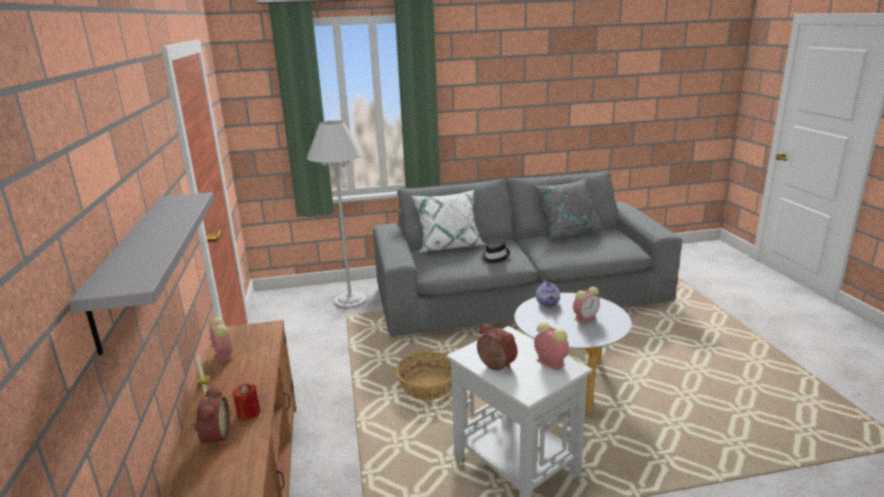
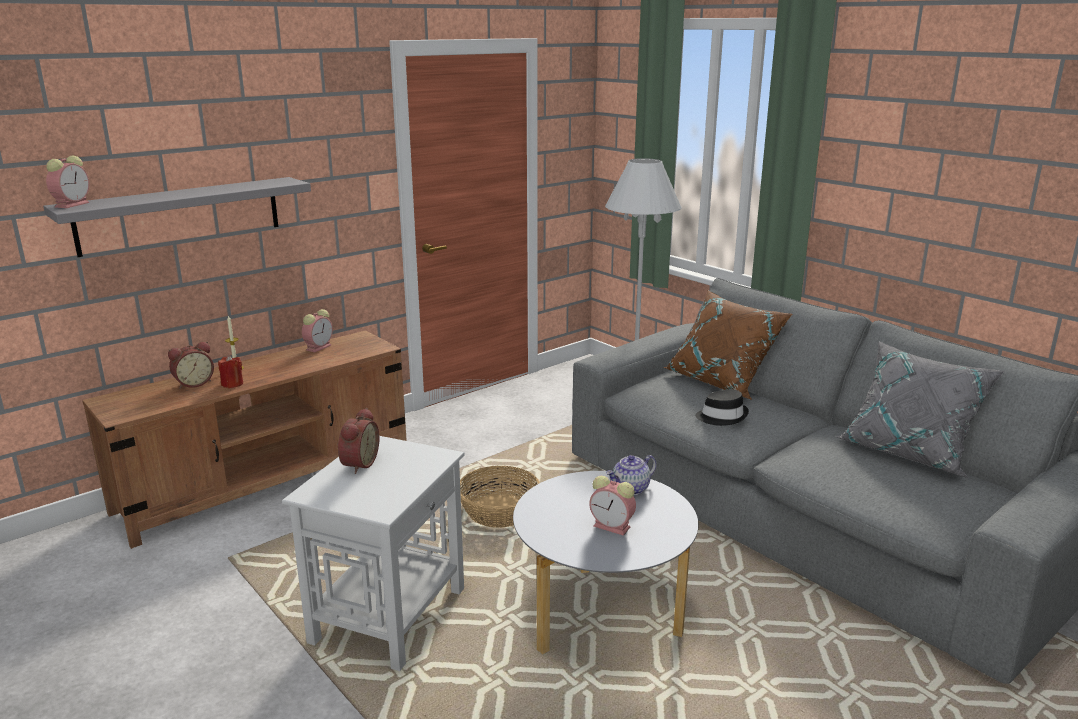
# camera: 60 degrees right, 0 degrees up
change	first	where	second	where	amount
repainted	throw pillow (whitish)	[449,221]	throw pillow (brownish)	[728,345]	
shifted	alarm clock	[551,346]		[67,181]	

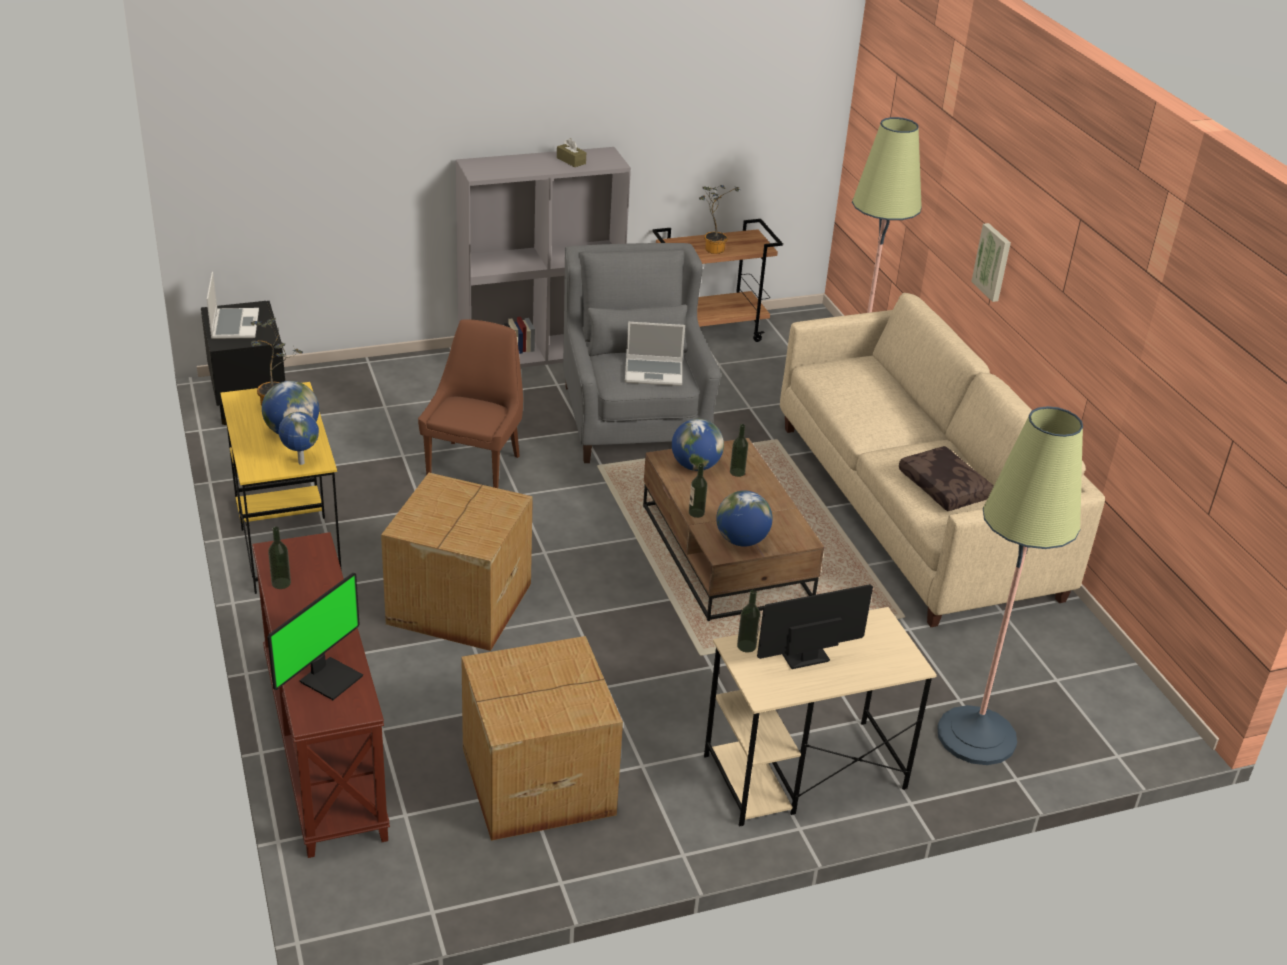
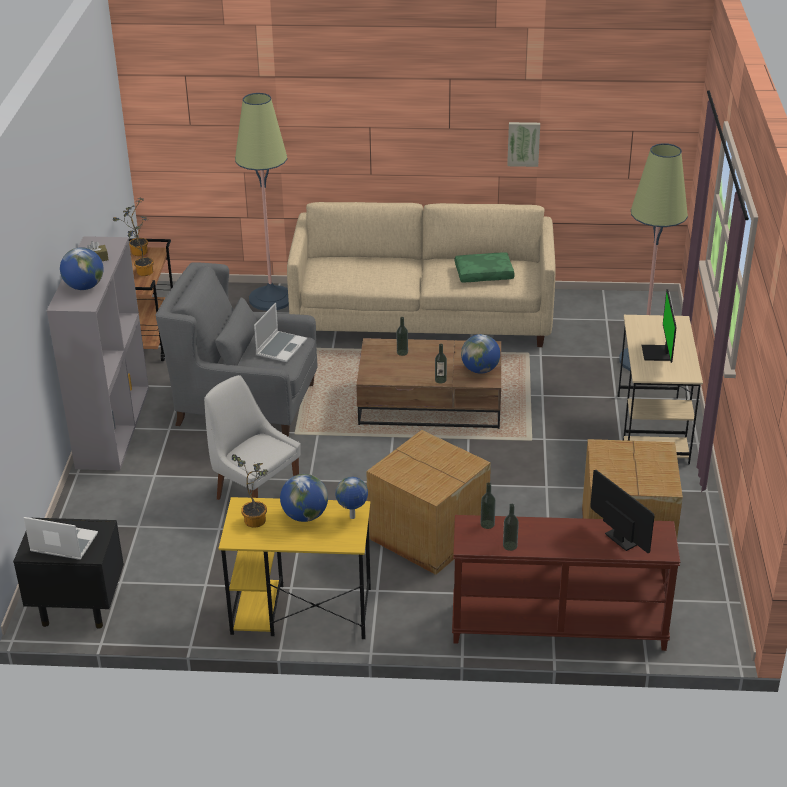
# camera: 65 degrees left, 0 degrees up
change	first	where	second	where	amount
repainted	plain chair (brownish)	[470,404]	plain chair (whitish)	[252,437]	
shifted	world globe	[698,445]		[81,268]	
shifted	beverage bottle	[749,621]		[488,505]	
repainted	throw pillow (brownish)	[946,478]	throw pillow (greenish)	[485,267]	
shifted	wall picture	[991,262]		[523,144]	
new			plant in a pot	[130,227]	

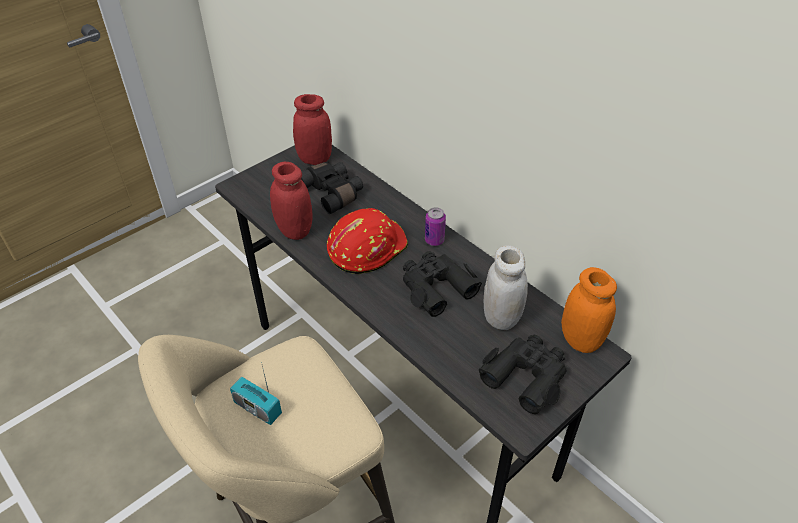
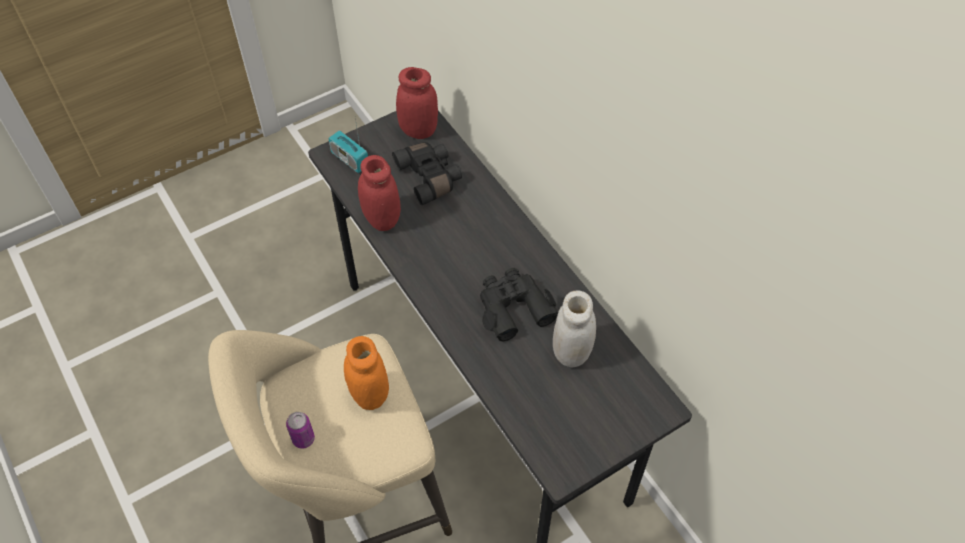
# camera: 10 degrees right, 10 degrees up
change	first	where	second	where	amount
shifted	radio set	[256,393]		[348,145]	
gone	work helmet (red-coloured)	[367,241]			
shifted	metal can	[435,226]		[300,430]	
gone	pair of binoculars (black-coloured)	[522,374]			
shifted	storage jar (orange)	[589,310]		[366,373]	

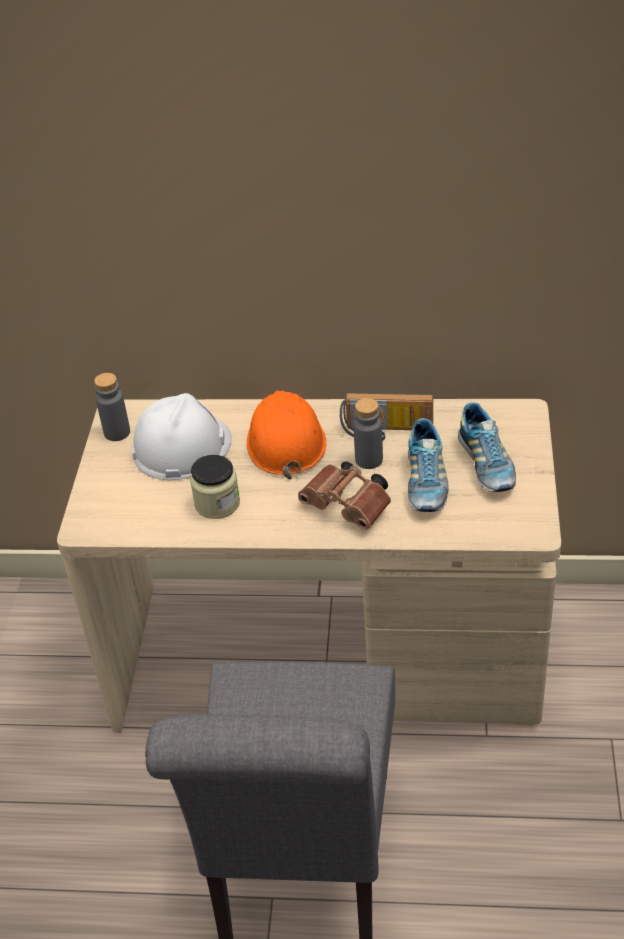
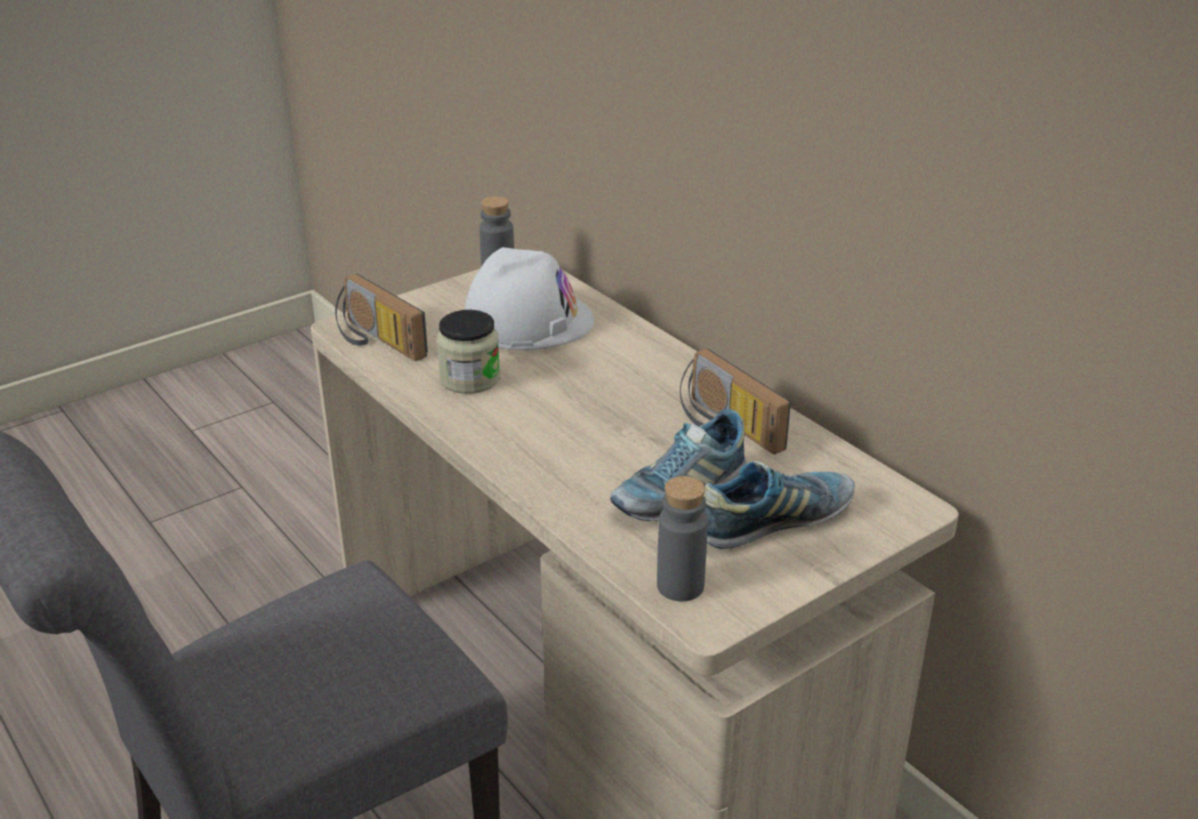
# camera: 45 degrees right, 10 degrees down
change	first	where	second	where	amount
gone	work helmet (orange)	[286,434]			
gone	pair of binoculars (brownish)	[344,495]			
shifted	beverage bottle (gray)	[368,433]		[682,539]	
rotated	low shoe	[487,447]		[779,505]	150 degrees counterclockwise
new			radio set	[381,317]	

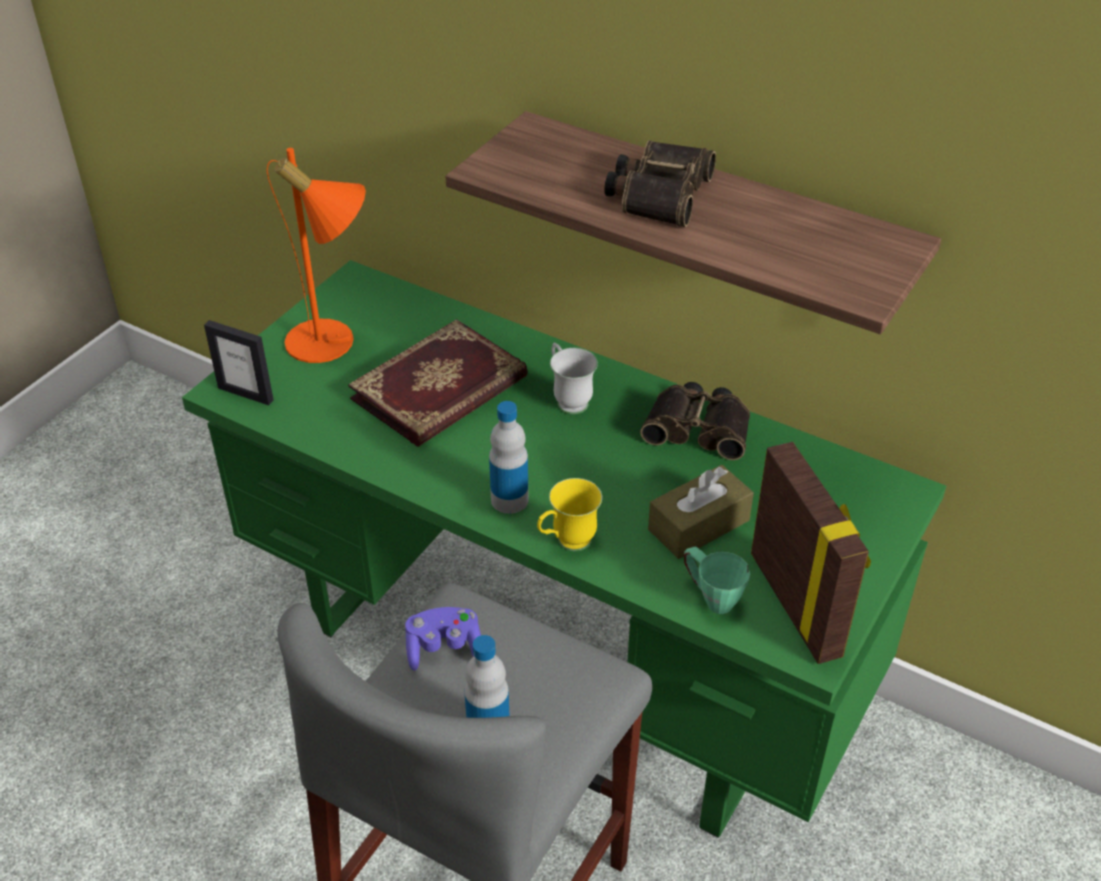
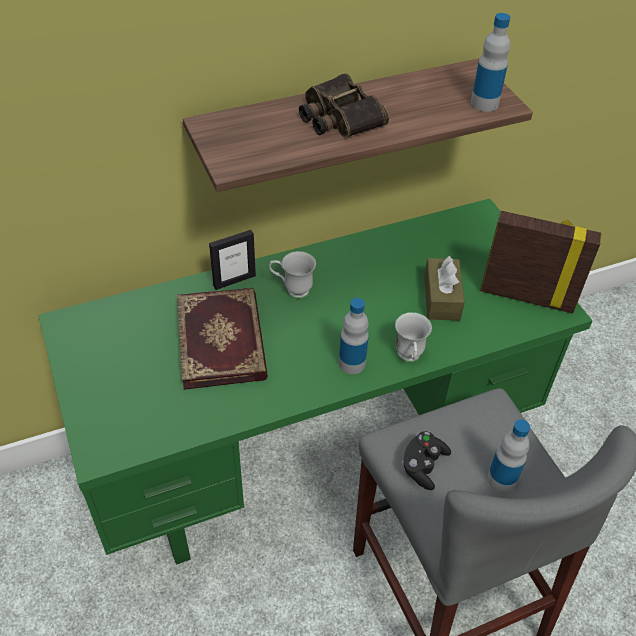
# camera: 55 degrees left, 5 degrees up
change	first	where	second	where	amount
shifted	photo frame	[239,362]		[232,260]	
gone	lamp for a table (orange)	[316,255]			
repainted	joypad (purple)	[443,639]	joypad (black-coloured)	[426,460]	
repainted	coffee mug (yellowish)	[569,514]	coffee mug (whitish)	[413,337]	
gone	pair of binoculars	[695,421]			
gone	coffee mug (greenish)	[717,580]			
new			beverage bottle	[490,62]	

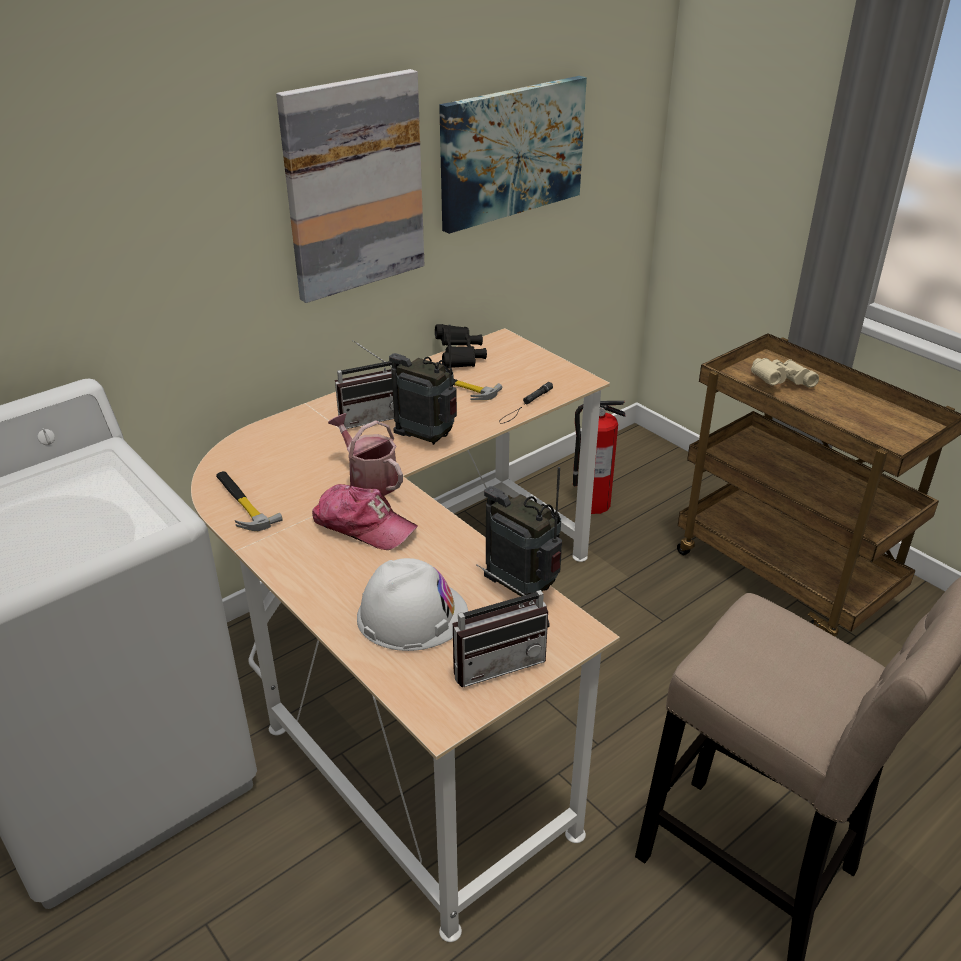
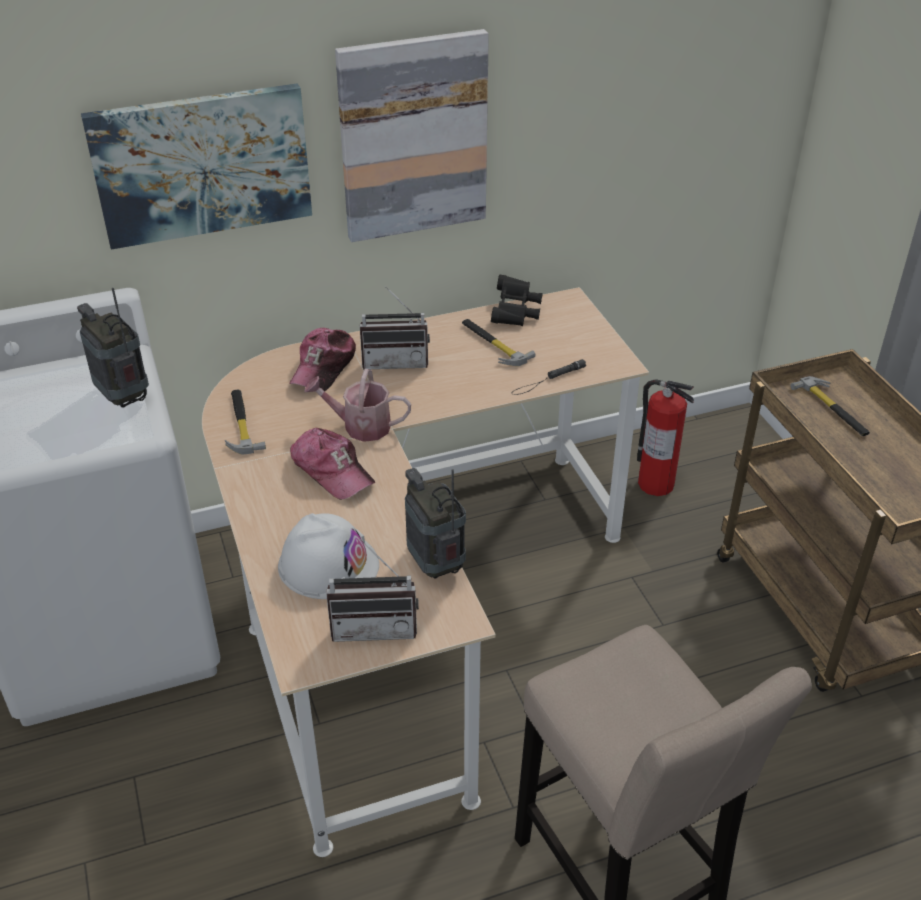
# camera: 20 degrees right, 5 degrees up
change	first	where	second	where	amount
rotated	watering can	[365,454]		[358,405]	60 degrees counterclockwise
shifted	radio set	[423,384]		[113,348]	
shifted	wall picture	[513,155]		[196,166]	
swapped	pair of binoculars (beige-coloured)	[785,373]	tool hammer	[830,406]	
new			peaked cap	[322,359]	

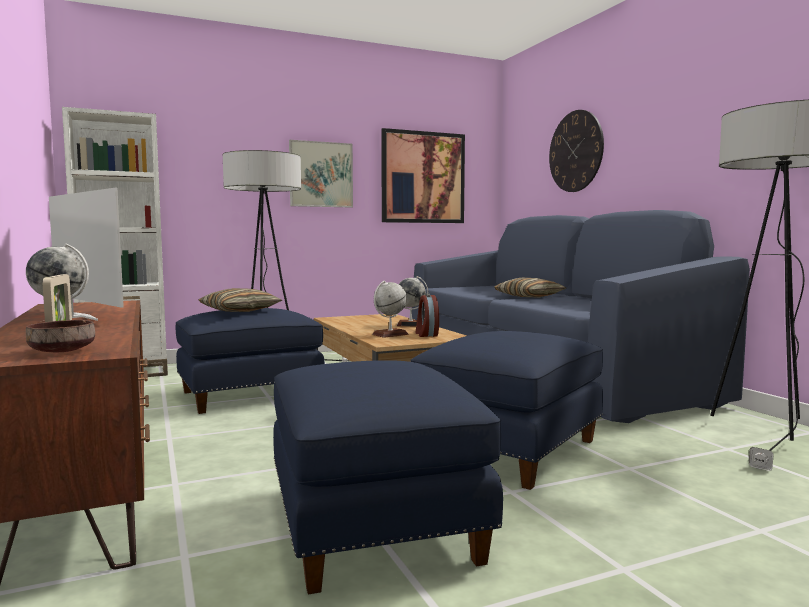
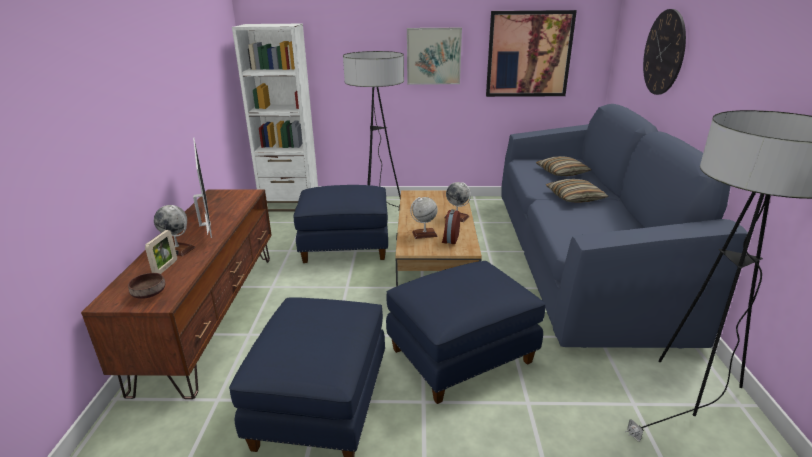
# camera: 25 degrees right, 20 degrees up
change	first	where	second	where	amount
shifted	throw pillow	[240,300]		[563,166]	

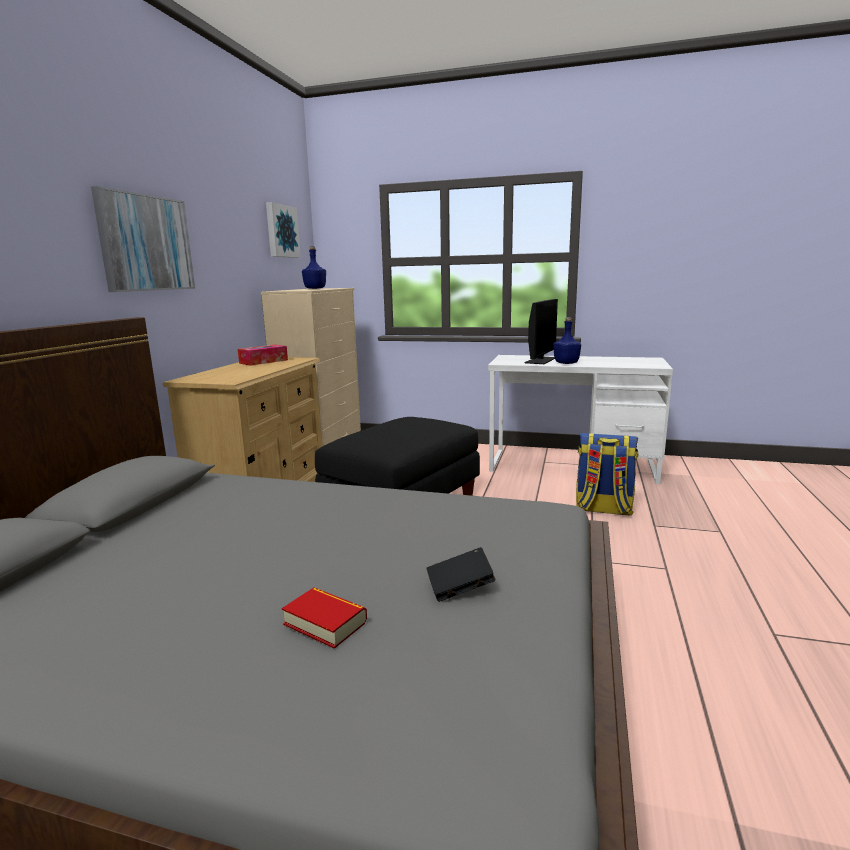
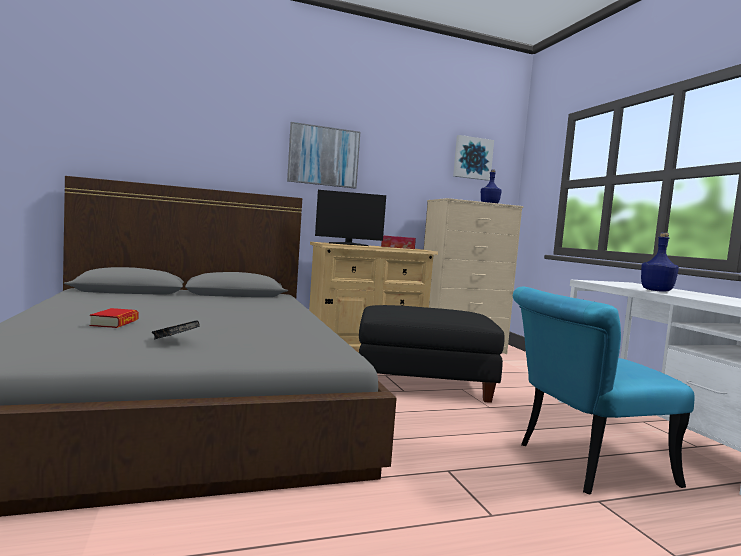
# camera: 55 degrees right, 10 degrees down
change	first	where	second	where	amount
shifted	monitor	[541,331]		[350,218]	
swapped	backpack	[607,474]	plain chair (turquoise-coloured)	[604,390]	

